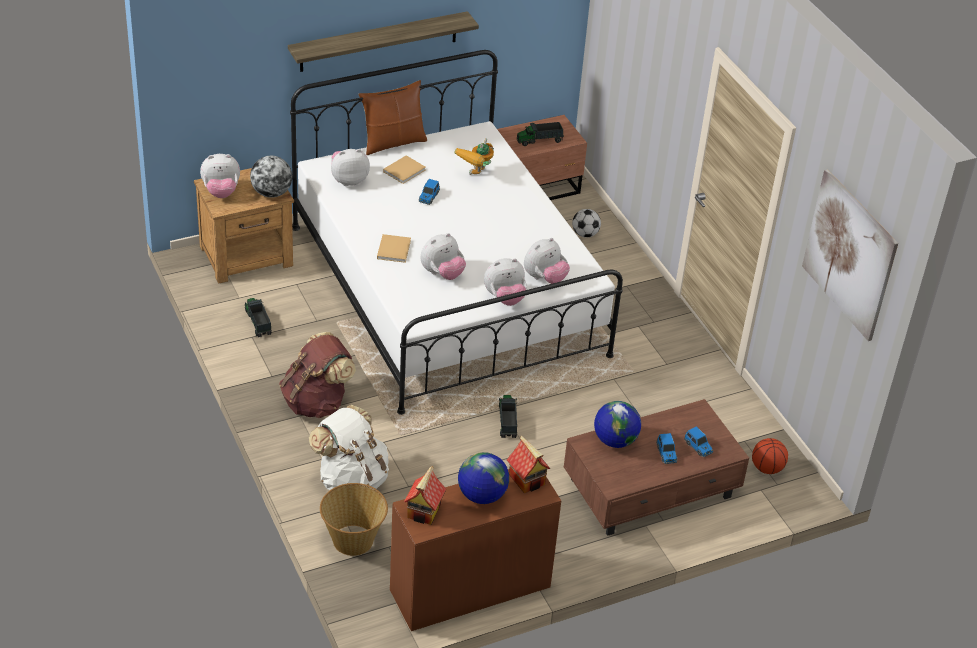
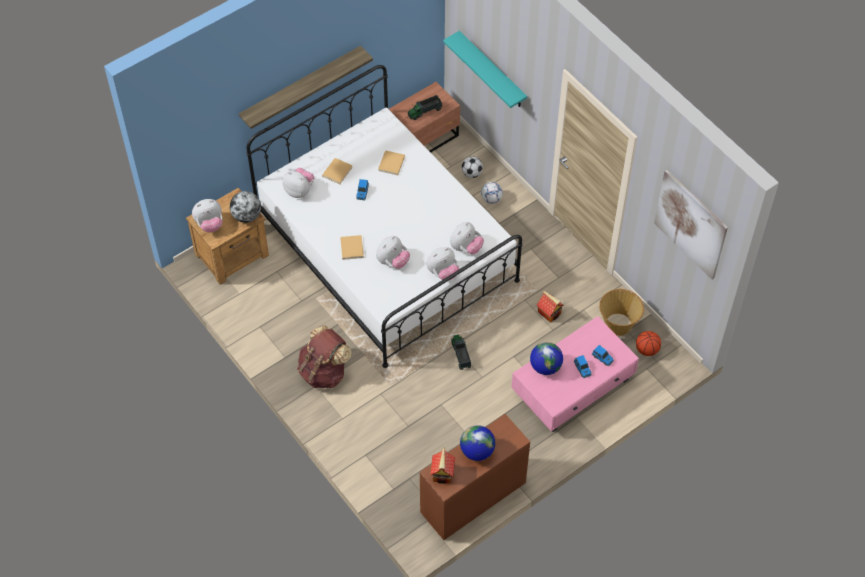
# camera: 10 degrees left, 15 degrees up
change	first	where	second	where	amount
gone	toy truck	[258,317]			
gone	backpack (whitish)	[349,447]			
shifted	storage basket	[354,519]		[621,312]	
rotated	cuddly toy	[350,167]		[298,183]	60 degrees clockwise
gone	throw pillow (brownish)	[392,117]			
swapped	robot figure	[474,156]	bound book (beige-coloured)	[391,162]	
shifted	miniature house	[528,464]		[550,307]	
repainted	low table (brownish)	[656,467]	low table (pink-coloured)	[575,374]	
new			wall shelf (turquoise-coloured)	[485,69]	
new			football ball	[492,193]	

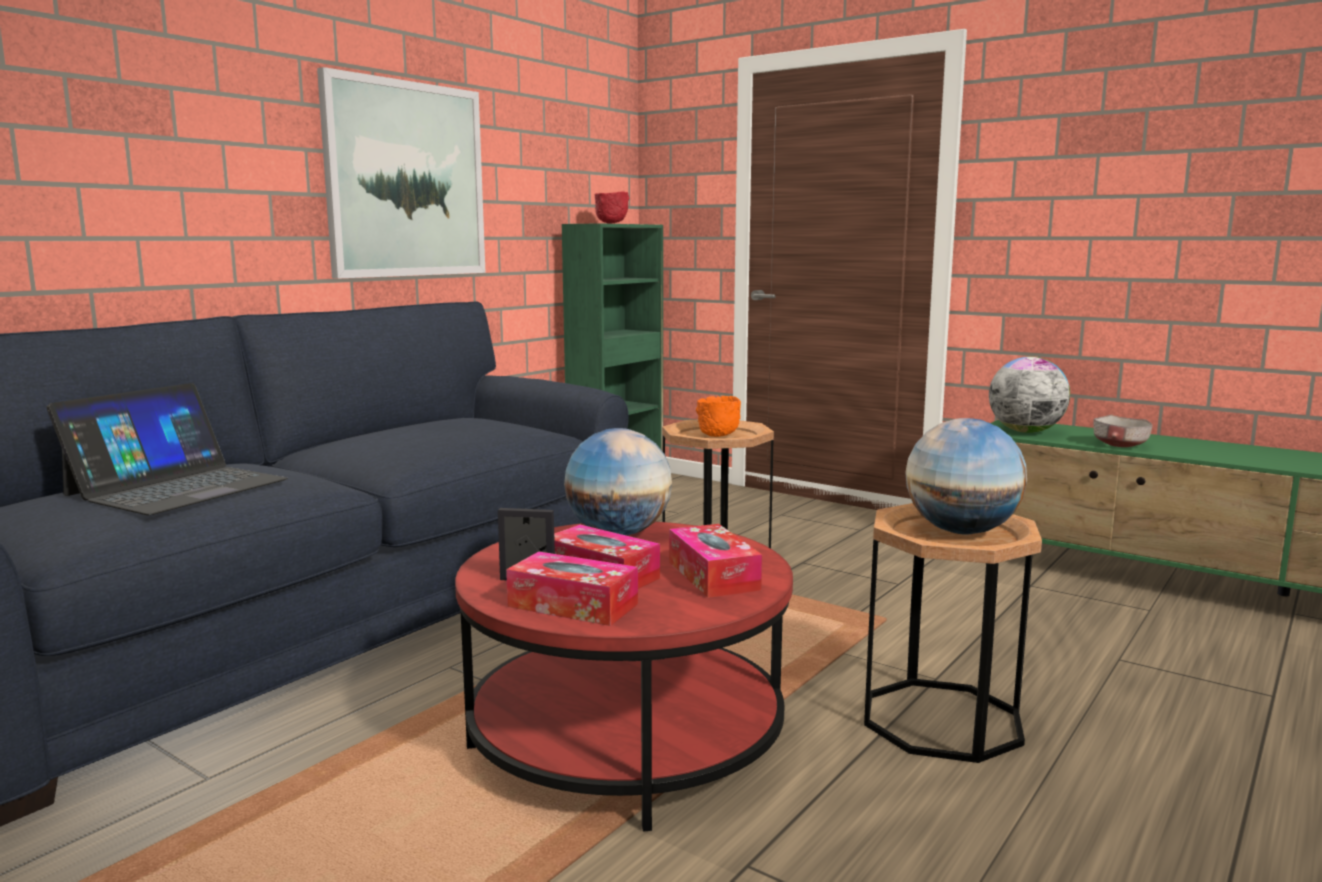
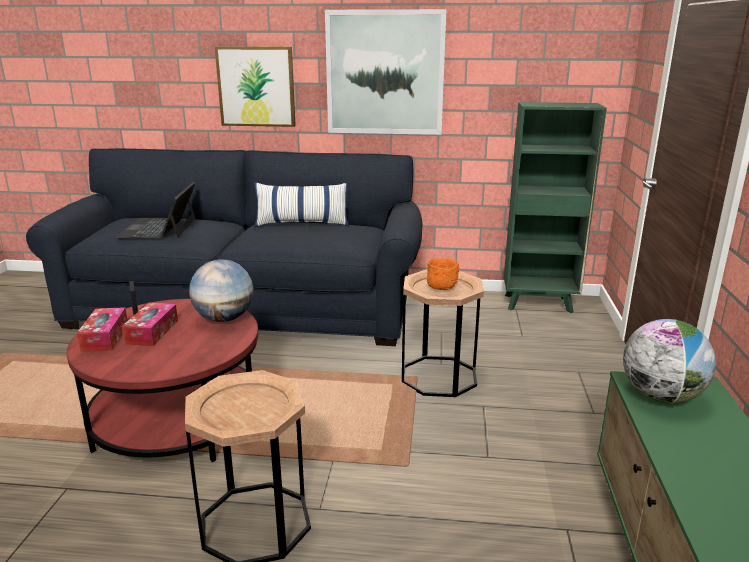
# camera: 60 degrees right, 10 degrees up
change	first	where	second	where	amount
rotated	laptop	[167,449]		[155,210]	90 degrees clockwise
gone	deep dish (red-coloured)	[611,208]			
gone	tissue box	[715,561]			
gone	world globe	[966,476]			
gone	deep dish (gray)	[1122,430]			
new			wall picture	[255,86]	
new			throw pillow	[301,204]	

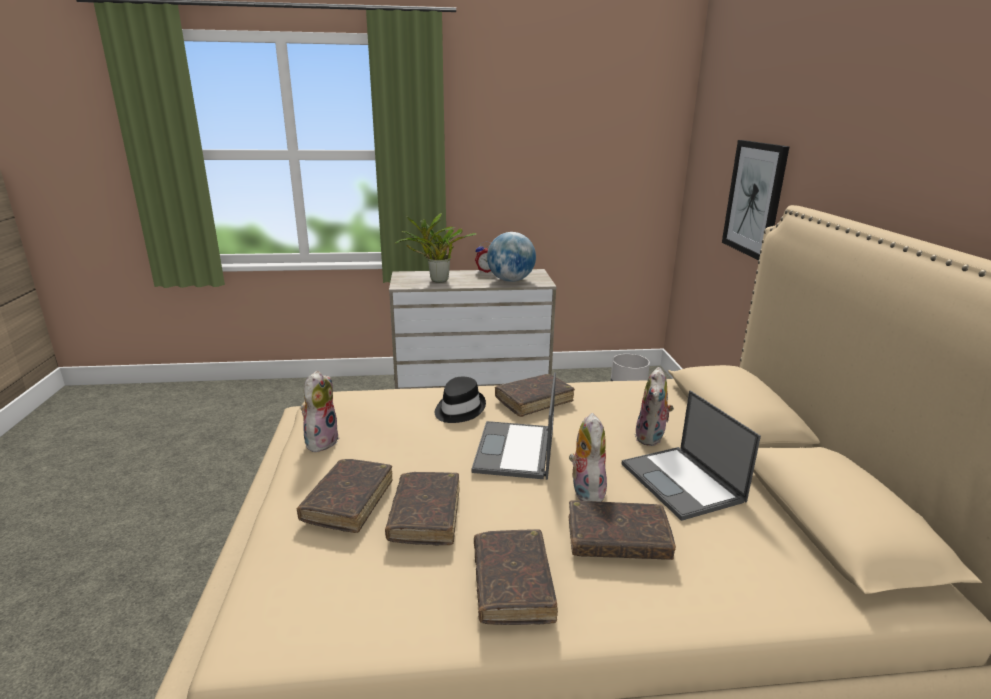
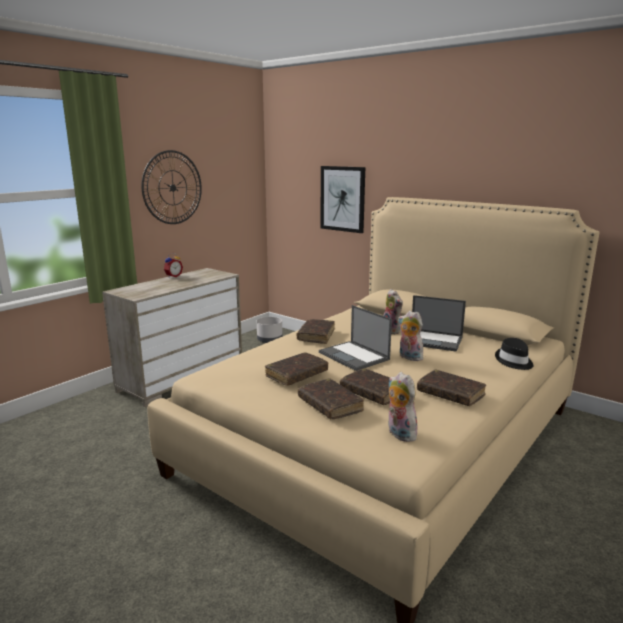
# camera: 45 degrees left, 5 degrees down
change	first	where	second	where	amount
shifted	cuddly toy	[320,411]		[403,407]	
gone	plant in a pot	[436,248]			
shifted	wearable hat (black-coloured)	[460,400]		[514,354]	
gone	world globe	[511,257]			
shifted	bound book (brownish)	[622,530]		[296,369]	
new			hanging clock	[171,187]	

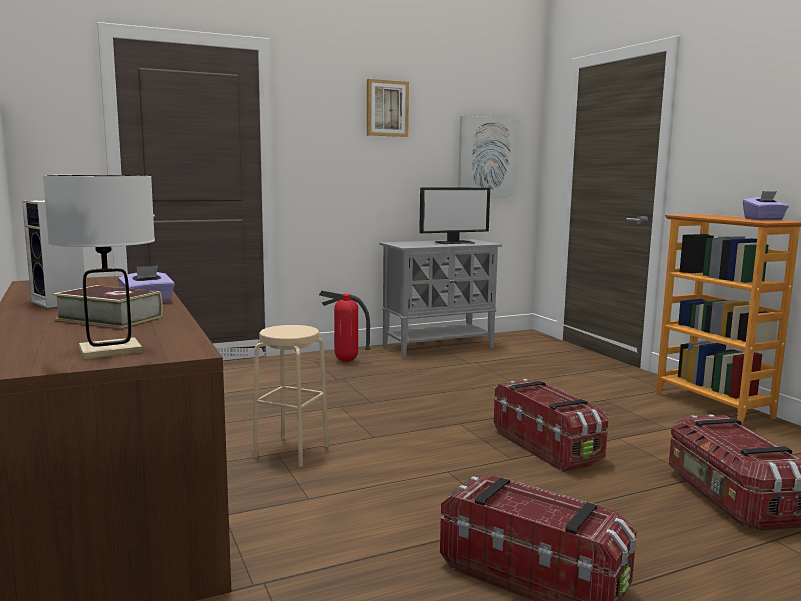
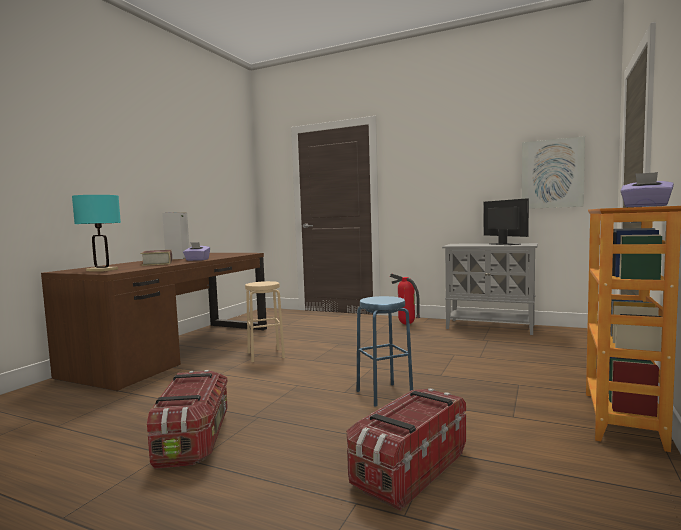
# camera: 50 degrees right, 5 degrees down
change	first	where	second	where	amount
repainted	lamp for a table (whitish)	[99,267]	lamp for a table (turquoise-coloured)	[96,233]	
gone	wall picture	[388,108]			
rotated	monitor	[454,215]		[506,221]	135 degrees counterclockwise
swapped	storage container	[551,425]	stool seat (bluish)	[385,351]	

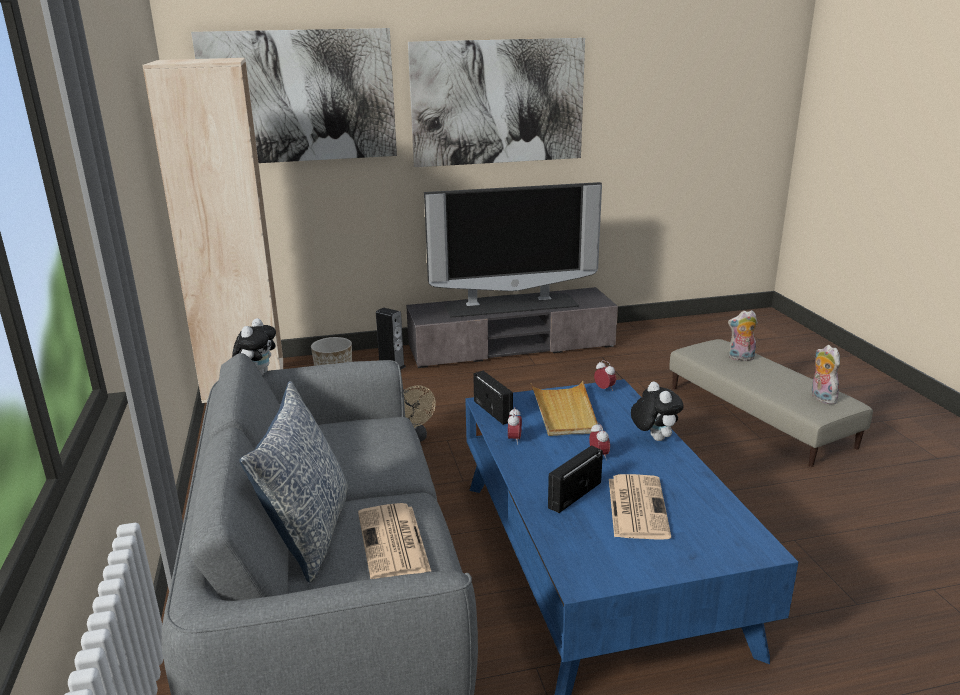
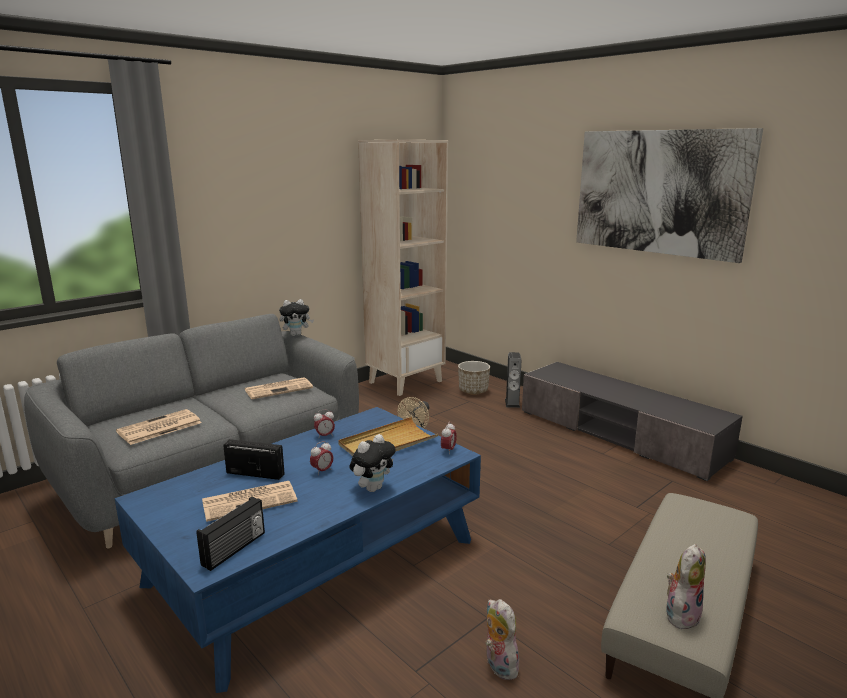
# camera: 60 degrees right, 5 degrees down
change	first	where	second	where	amount
gone	wall picture	[294,95]			
gone	throw pillow	[293,481]			
gone	TV	[513,250]			
shifted	radio set	[493,398]		[230,533]	
shifted	cuddly toy	[743,335]		[502,639]	
new			newspaper	[278,388]	

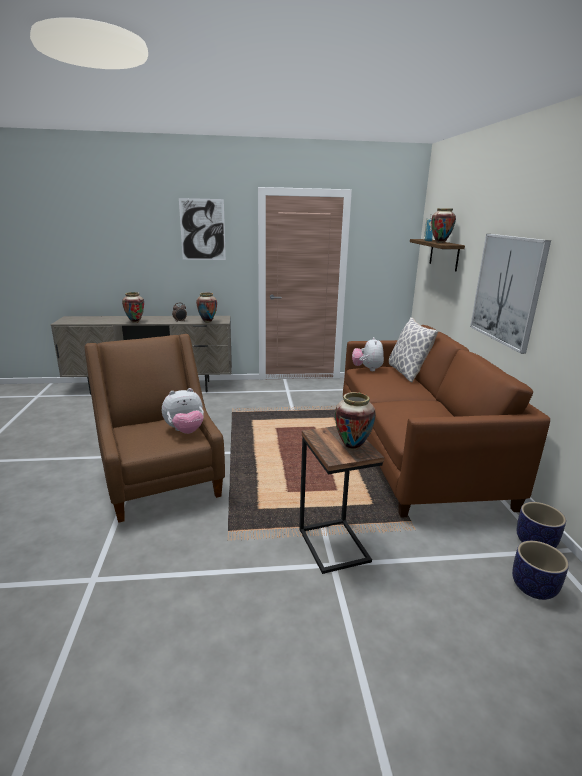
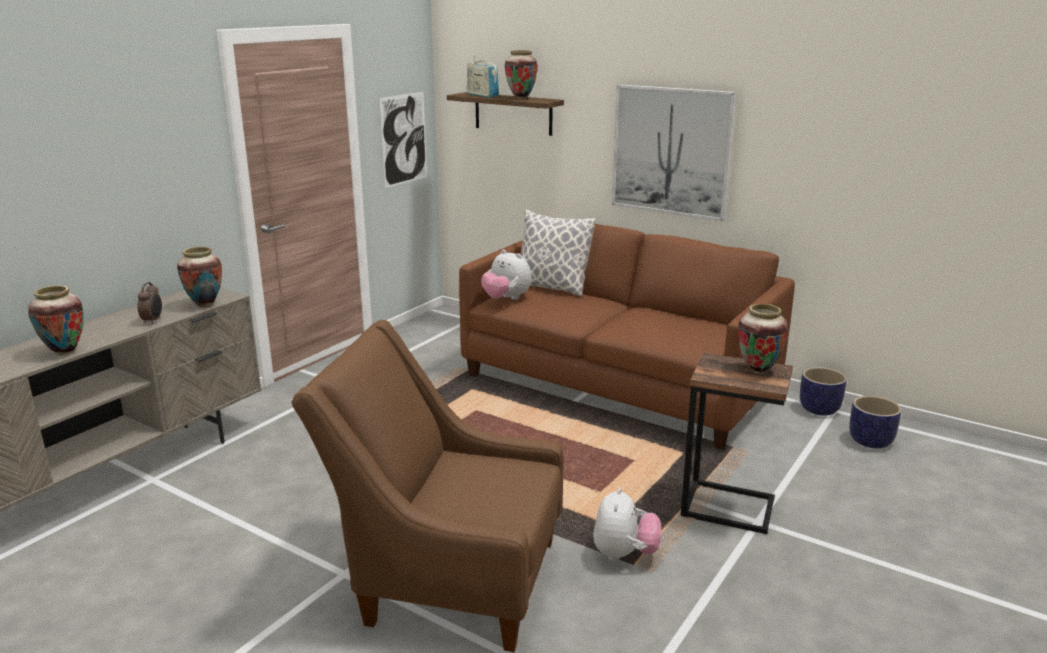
# camera: 50 degrees left, 0 degrees up
change	first	where	second	where	amount
shifted	cuddly toy	[183,411]		[627,524]	
shifted	wall picture	[202,229]		[403,140]	

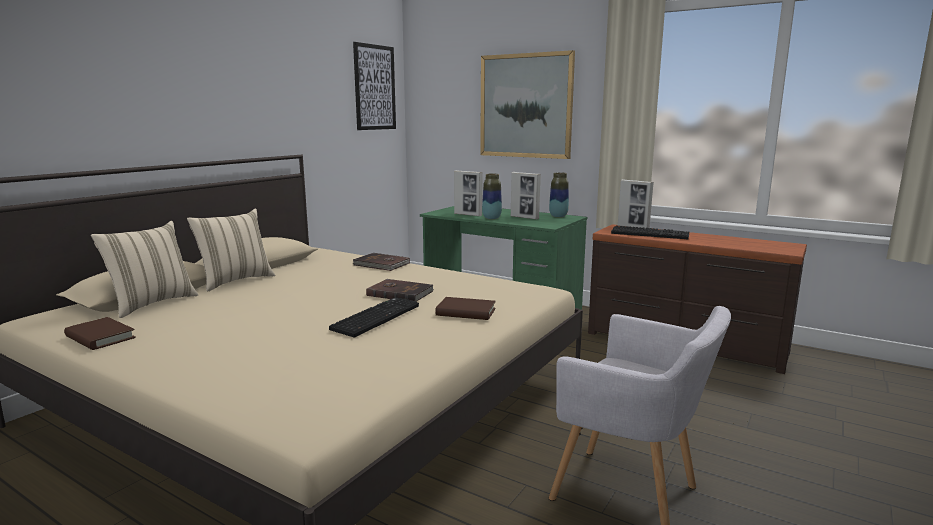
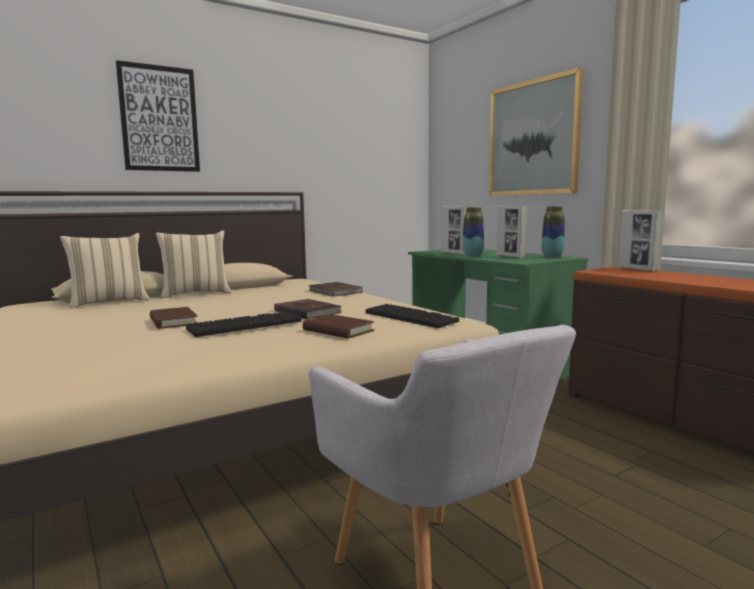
# camera: 25 degrees right, 5 degrees down
change	first	where	second	where	amount
shifted	bound book (brownish)	[100,333]		[174,318]	
shifted	wall picture	[374,86]		[158,116]	
shifted	PC keyboard	[650,232]		[412,316]	

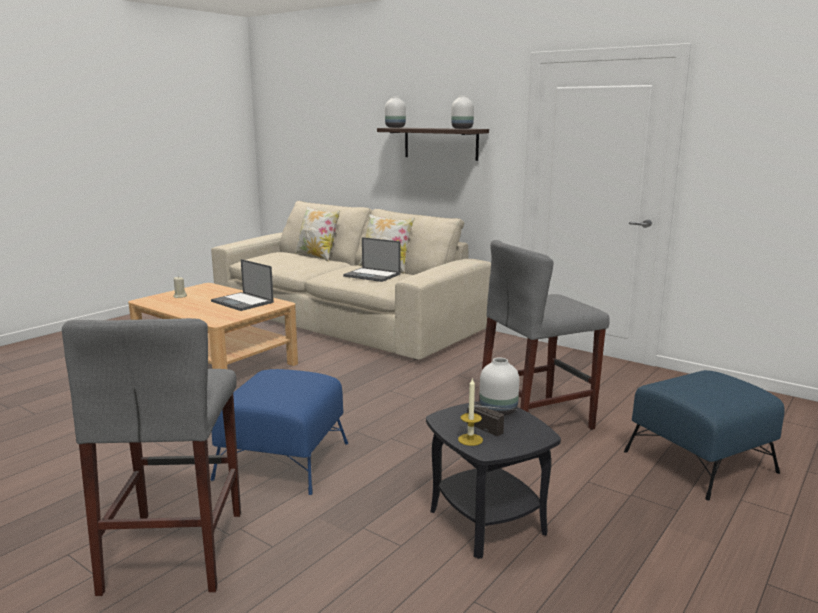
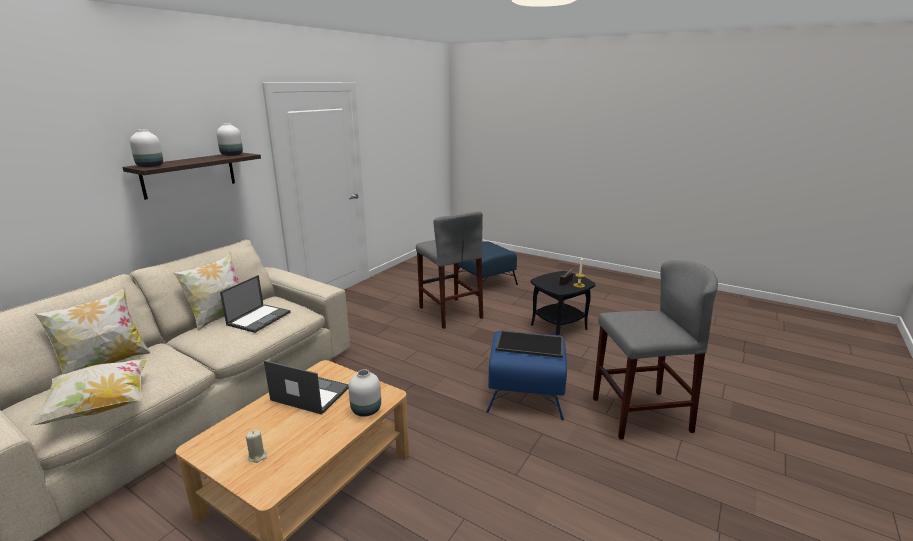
# camera: 95 degrees left, 5 degrees up
change	first	where	second	where	amount
rotated	laptop	[242,285]		[306,387]	105 degrees counterclockwise
shifted	flower vase (whitish)	[499,386]		[364,392]	
new			throw pillow	[89,392]	
new			tray	[529,344]	

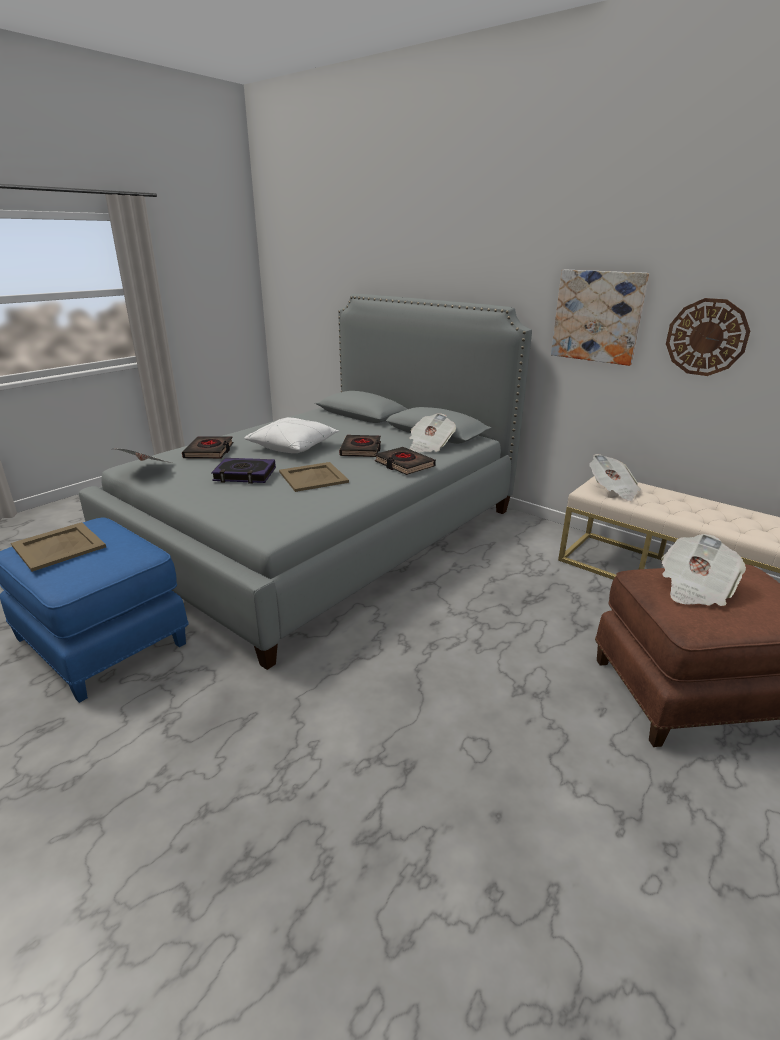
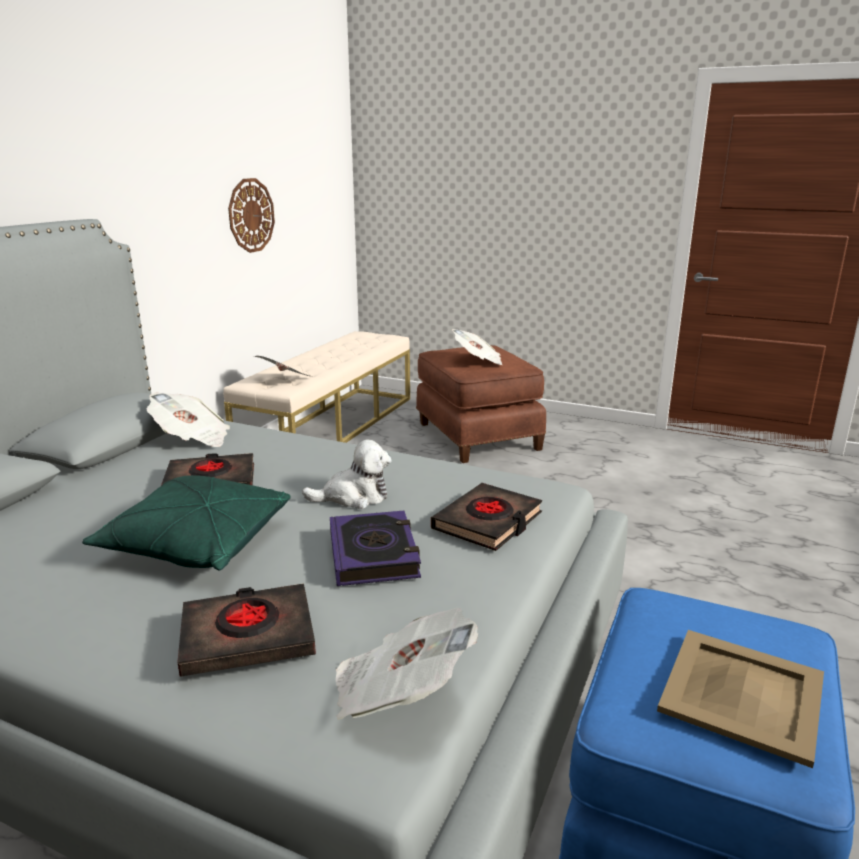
# camera: 105 degrees left, 5 degrees down
change	first	where	second	where	amount
repainted	throw pillow (whitish)	[291,435]	throw pillow (greenish)	[186,523]	
swapped	tray (beige-coloured)	[314,477]	cuddly toy	[347,474]	
shifted	bound book (black-coloured)	[405,461]		[486,517]	
gone	wall picture	[600,317]			

